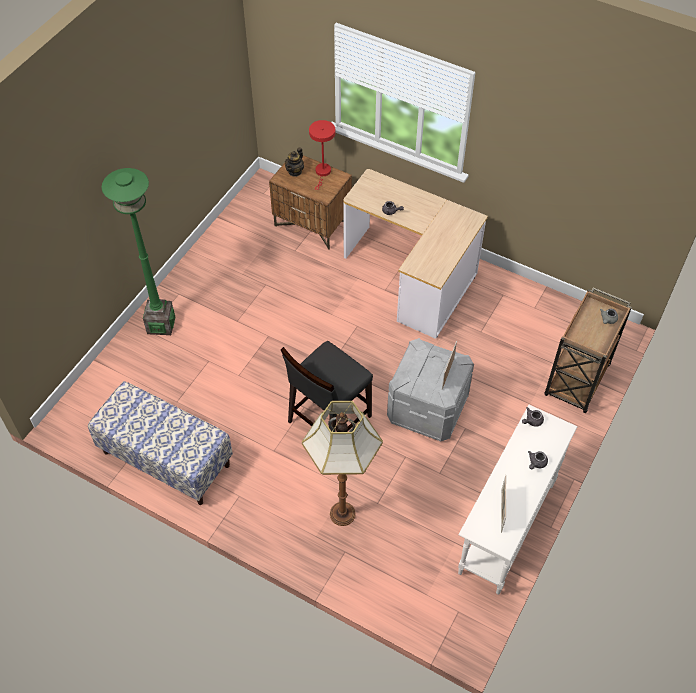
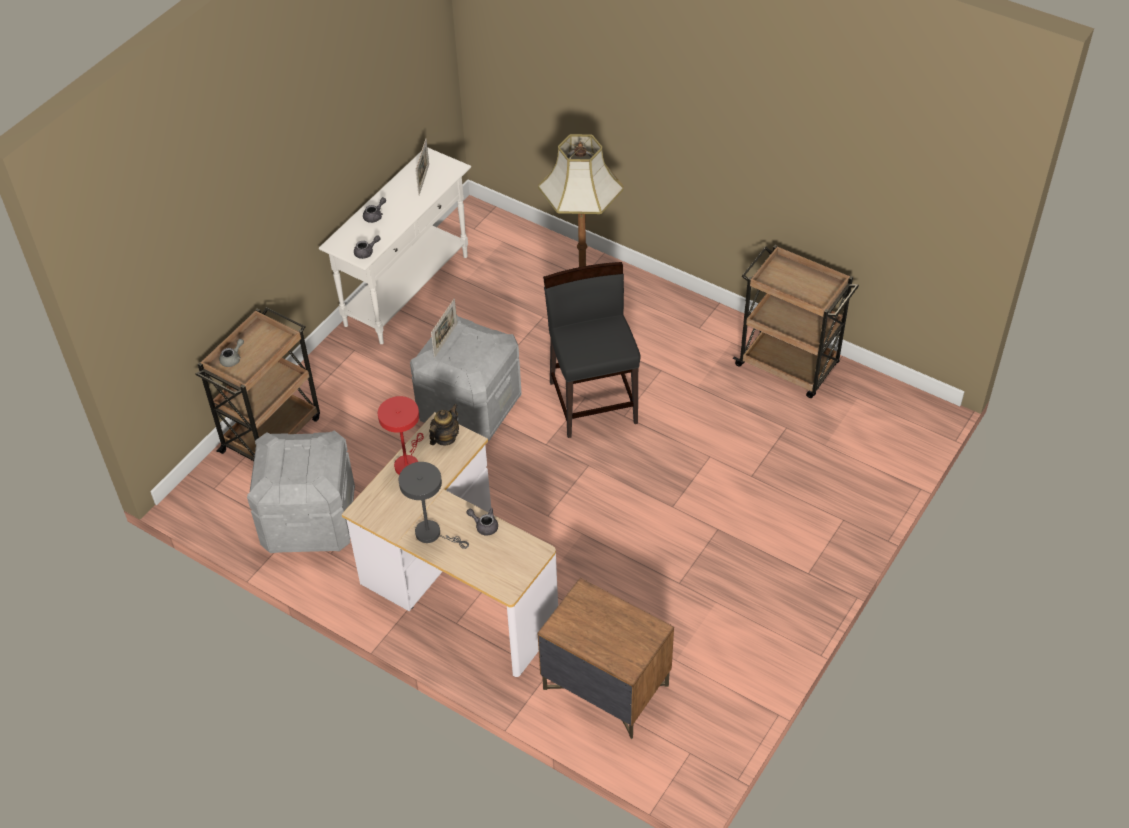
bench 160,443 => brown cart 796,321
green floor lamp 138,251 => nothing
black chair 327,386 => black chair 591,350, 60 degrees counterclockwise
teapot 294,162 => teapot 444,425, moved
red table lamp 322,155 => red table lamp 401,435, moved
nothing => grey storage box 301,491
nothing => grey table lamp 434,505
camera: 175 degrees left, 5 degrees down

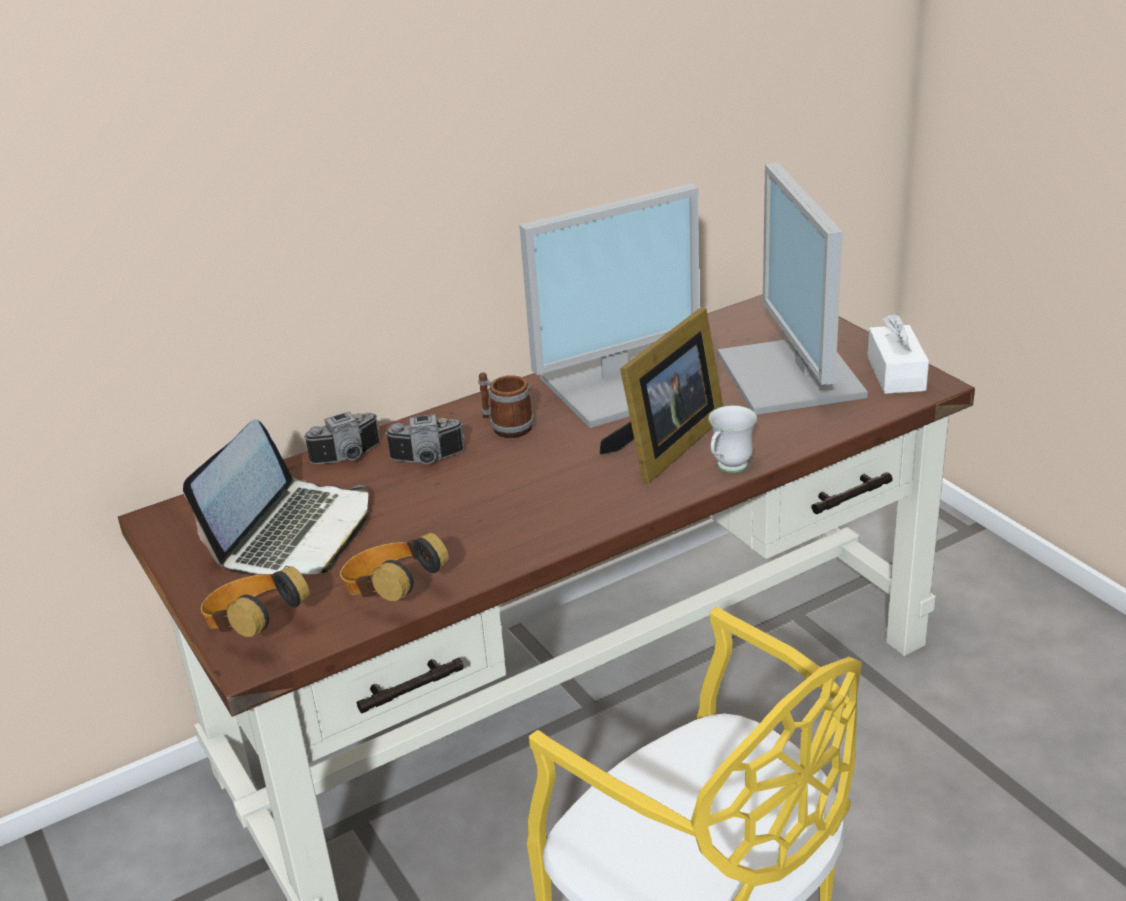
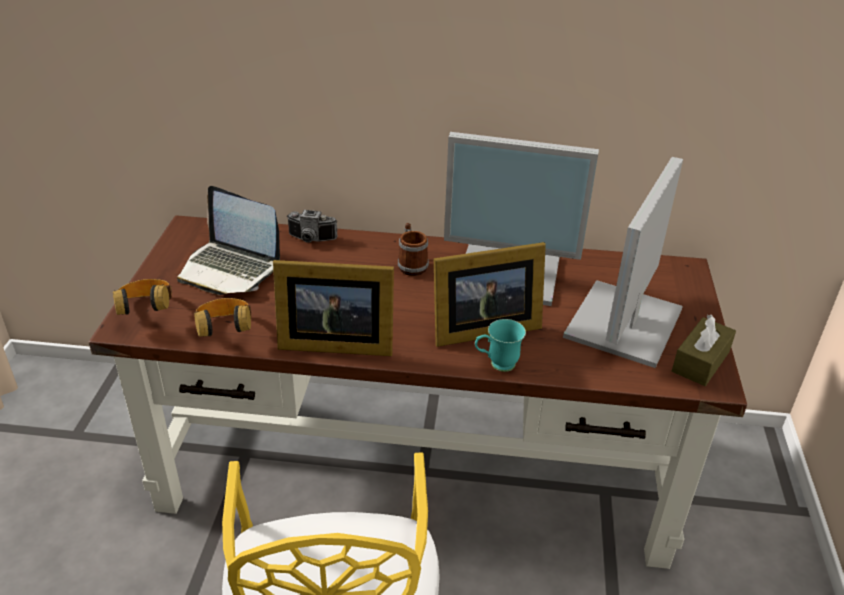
laptop 275,497 => laptop 228,240, 60 degrees clockwise
photo camera 425,439 => nothing
white mug 733,439 => turquoise mug 500,345
white tissue box 898,353 => brown tissue box 704,350
nothing => picture frame 333,308
camera: 35 degrees right, 5 degrees up

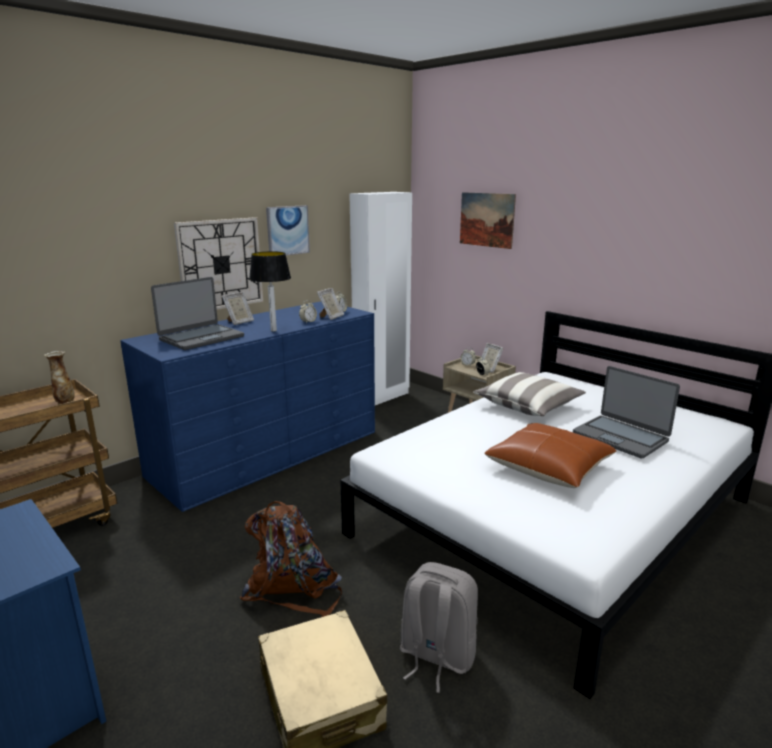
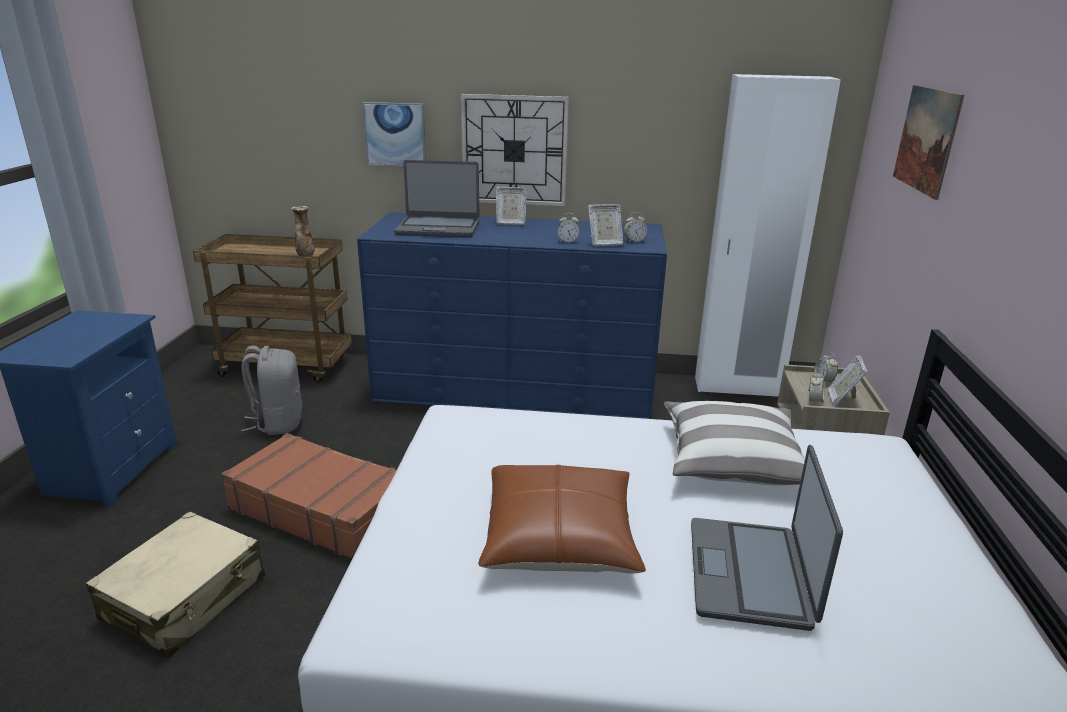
brown backpack 291,559 => brown suitcase 309,496
table lamp 270,291 => nothing
picture 288,230 => picture 394,134, moved
grey backpack 439,627 => grey backpack 271,390, moved
camera: 50 degrees right, 5 degrees up

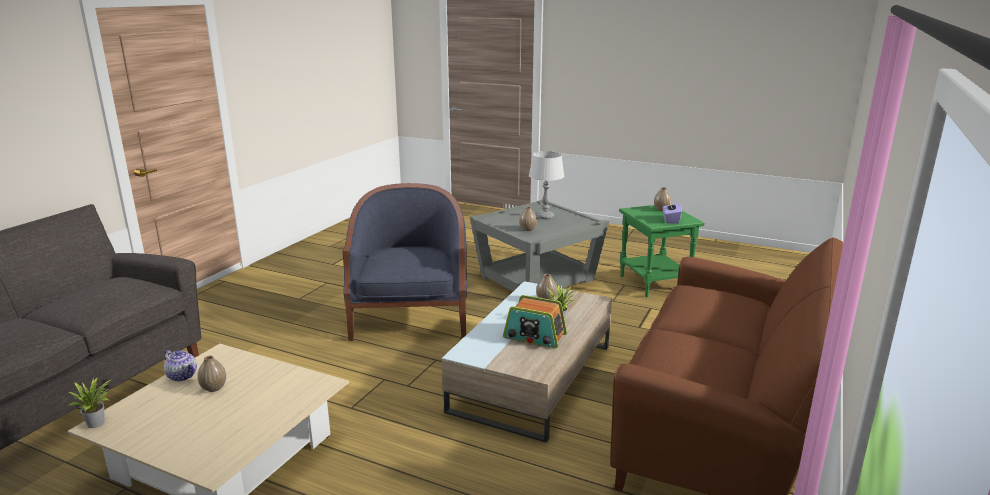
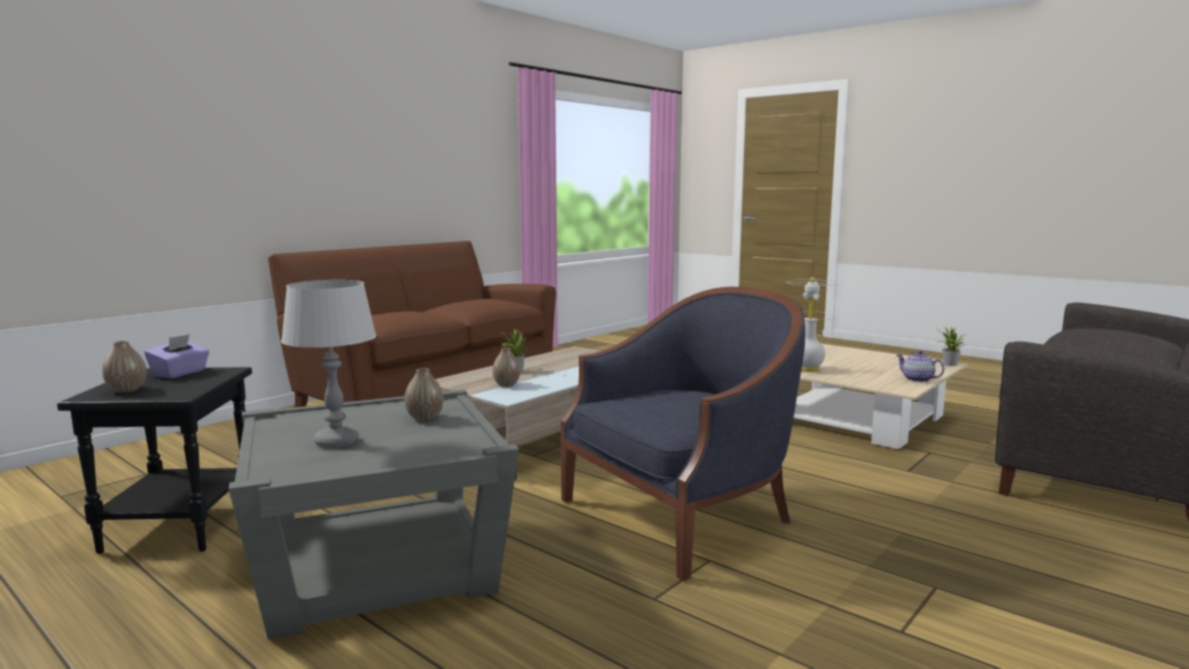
vase 211,374 => nothing
blue armchair 404,262 => blue armchair 683,434, 135 degrees counterclockwise
radio 535,321 => nothing
green side table 661,251 => black side table 154,460
nothing => white table lamp 813,324
camera: 165 degrees left, 10 degrees down

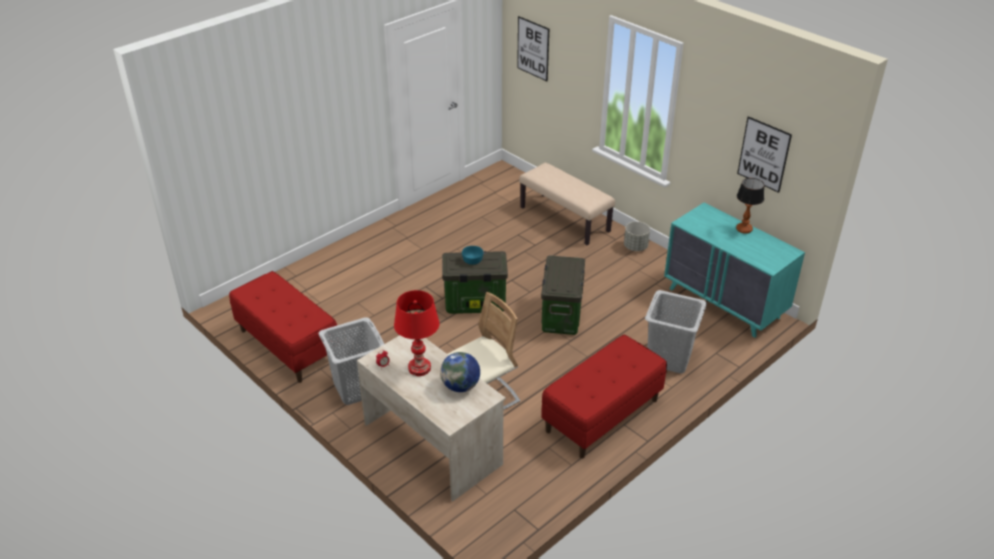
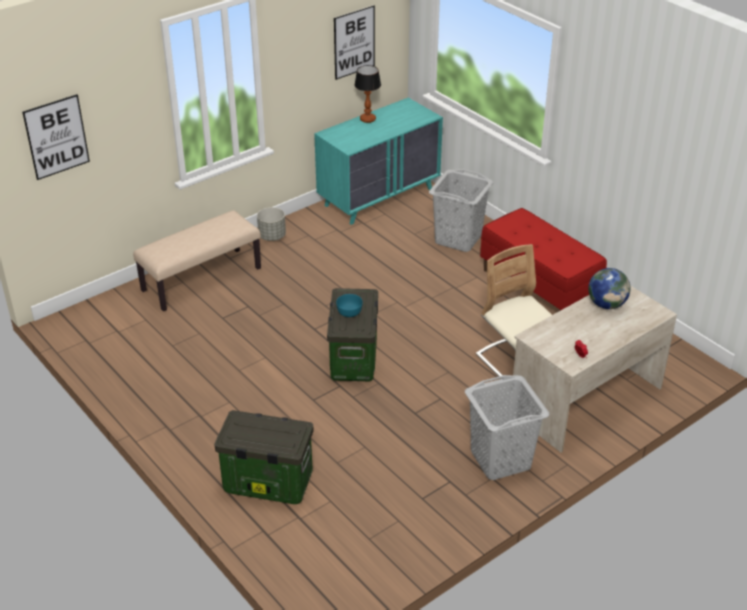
red bench 284,327 => nothing
red table lamp 417,333 => nothing
storage box 563,295 => storage box 264,457, moved
camera: 85 degrees left, 0 degrees up

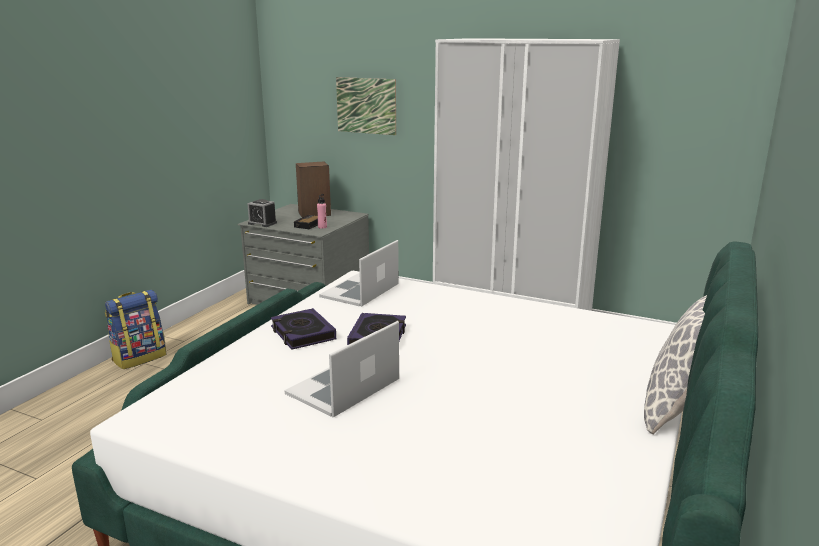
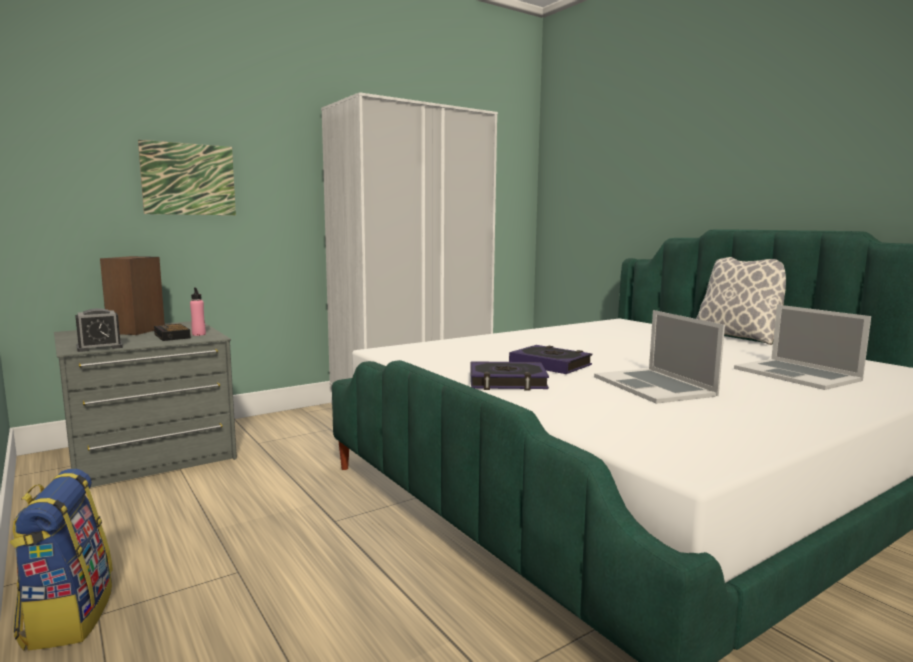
laptop 359,273 => laptop 802,347, moved
camera: 60 degrees left, 10 degrees down

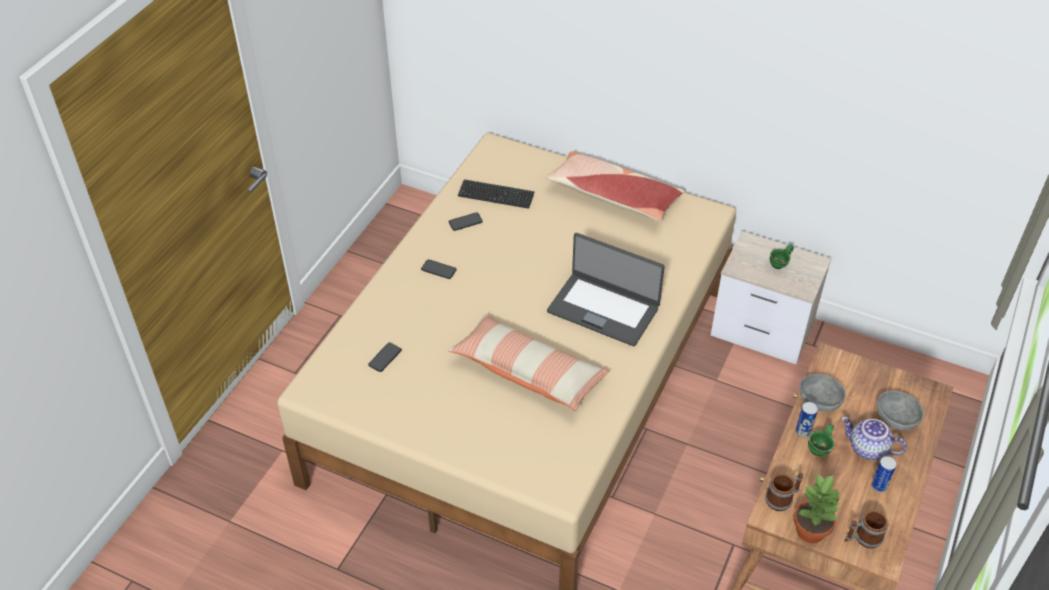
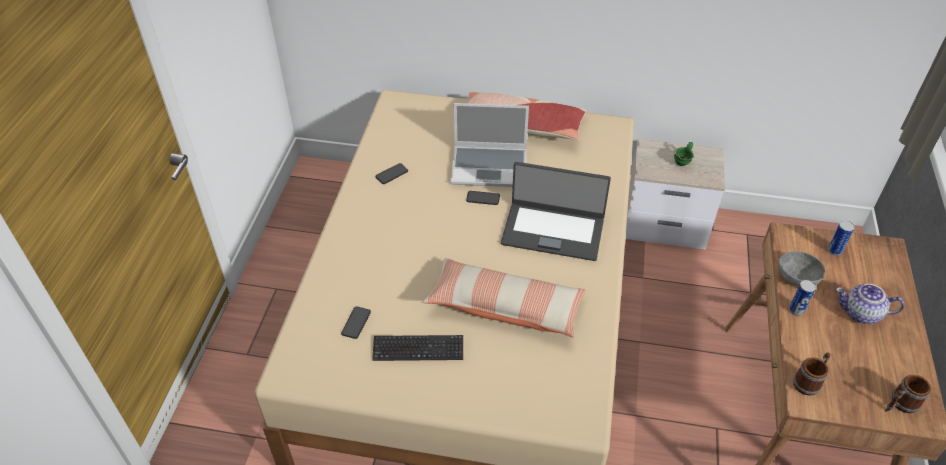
phone 439,269 => phone 483,198, moved
keyboard 496,194 => keyboard 417,348, moved
potted plant 817,508 => nothing
green mug 821,439 => nothing
can 884,474 => can 841,238, moved
grey bowl 900,411 => nothing
nothing => laptop 490,145
camera: 15 degrees left, 0 degrees up

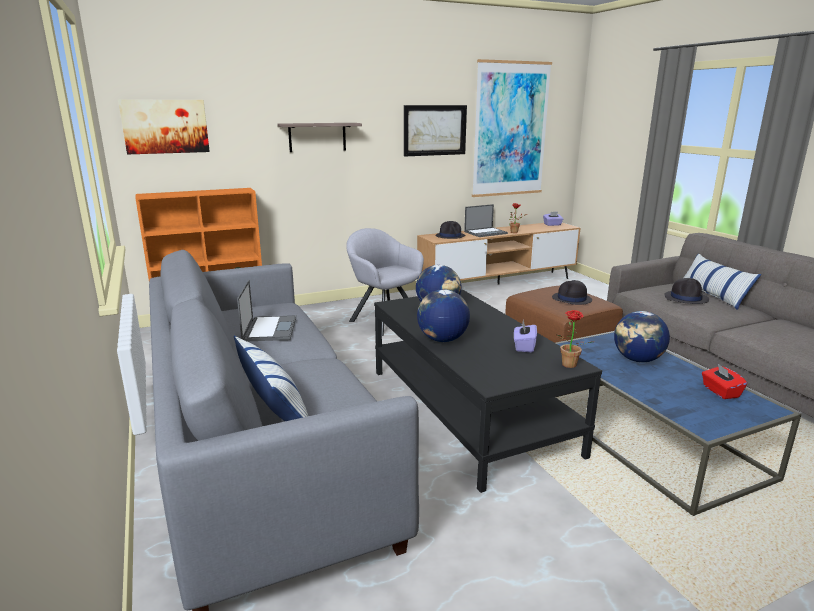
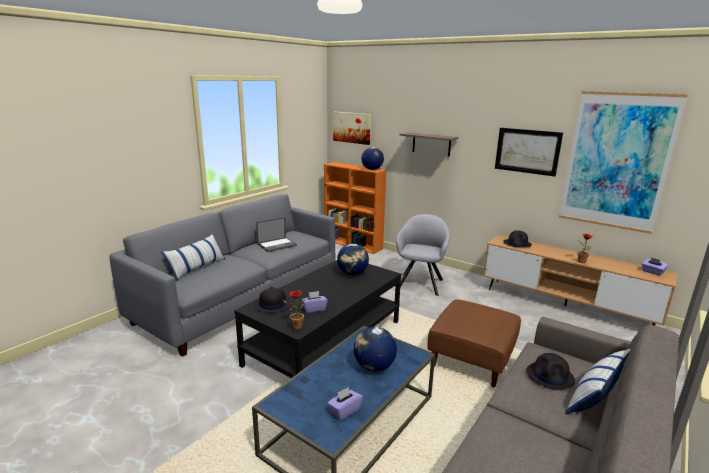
globe 443,315 => globe 372,158, moved
laptop 486,220 => nothing
black hat 572,292 => black hat 272,300, moved
red tissue box 724,381 => purple tissue box 345,404
camera: 60 degrees right, 0 degrees up

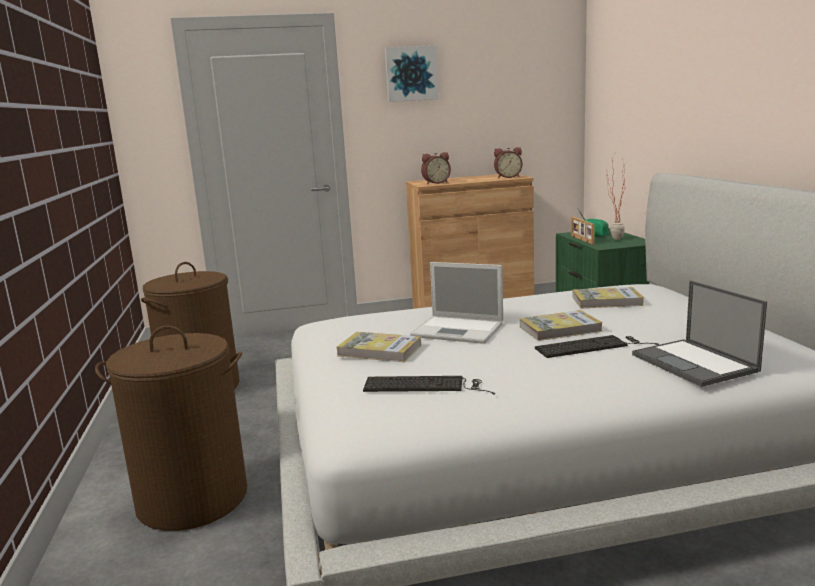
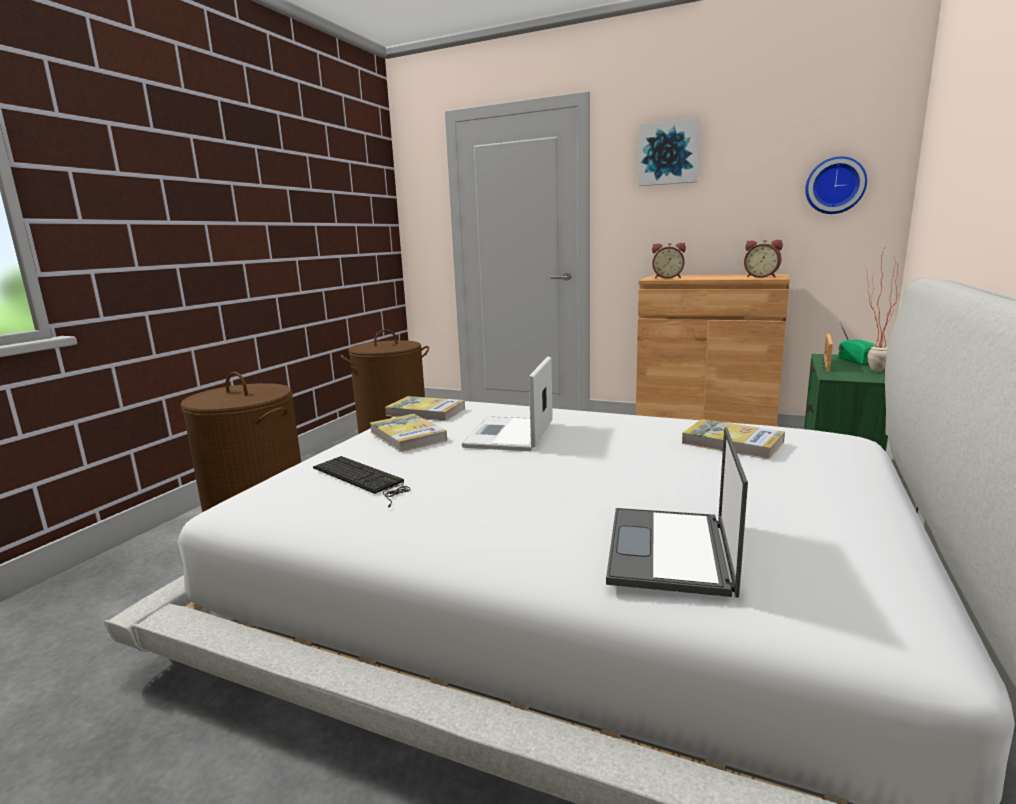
laptop 456,303 => laptop 507,404, 45 degrees clockwise
book 561,325 => book 425,408, moved
keyboard 597,346 => nothing
nothing => wall clock 836,185
camera: 35 degrees right, 0 degrees up

